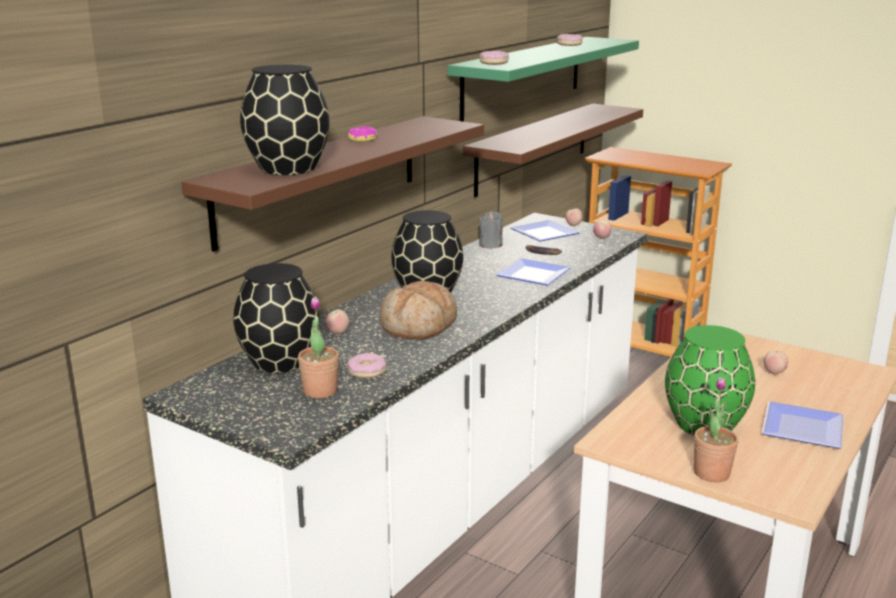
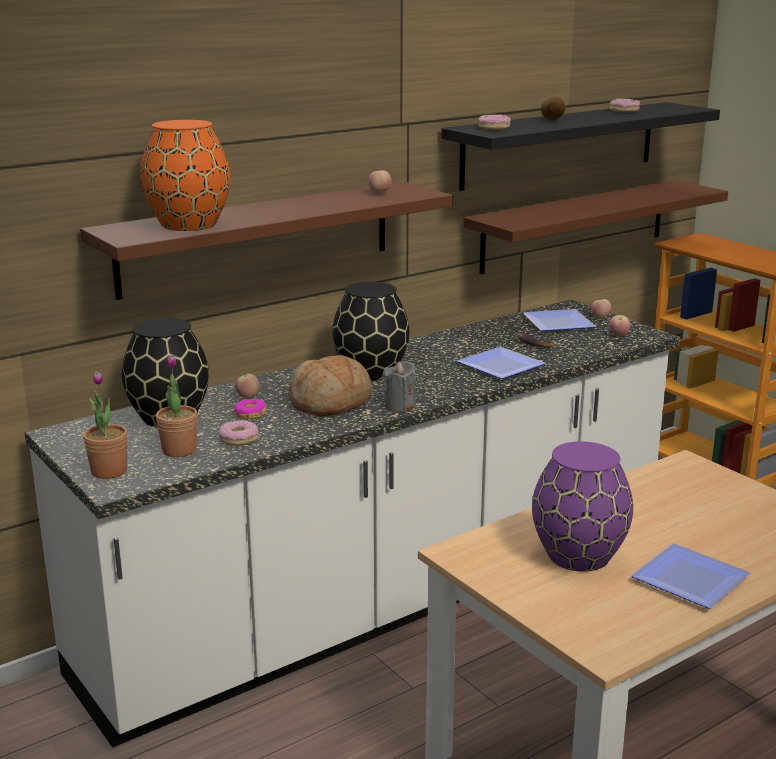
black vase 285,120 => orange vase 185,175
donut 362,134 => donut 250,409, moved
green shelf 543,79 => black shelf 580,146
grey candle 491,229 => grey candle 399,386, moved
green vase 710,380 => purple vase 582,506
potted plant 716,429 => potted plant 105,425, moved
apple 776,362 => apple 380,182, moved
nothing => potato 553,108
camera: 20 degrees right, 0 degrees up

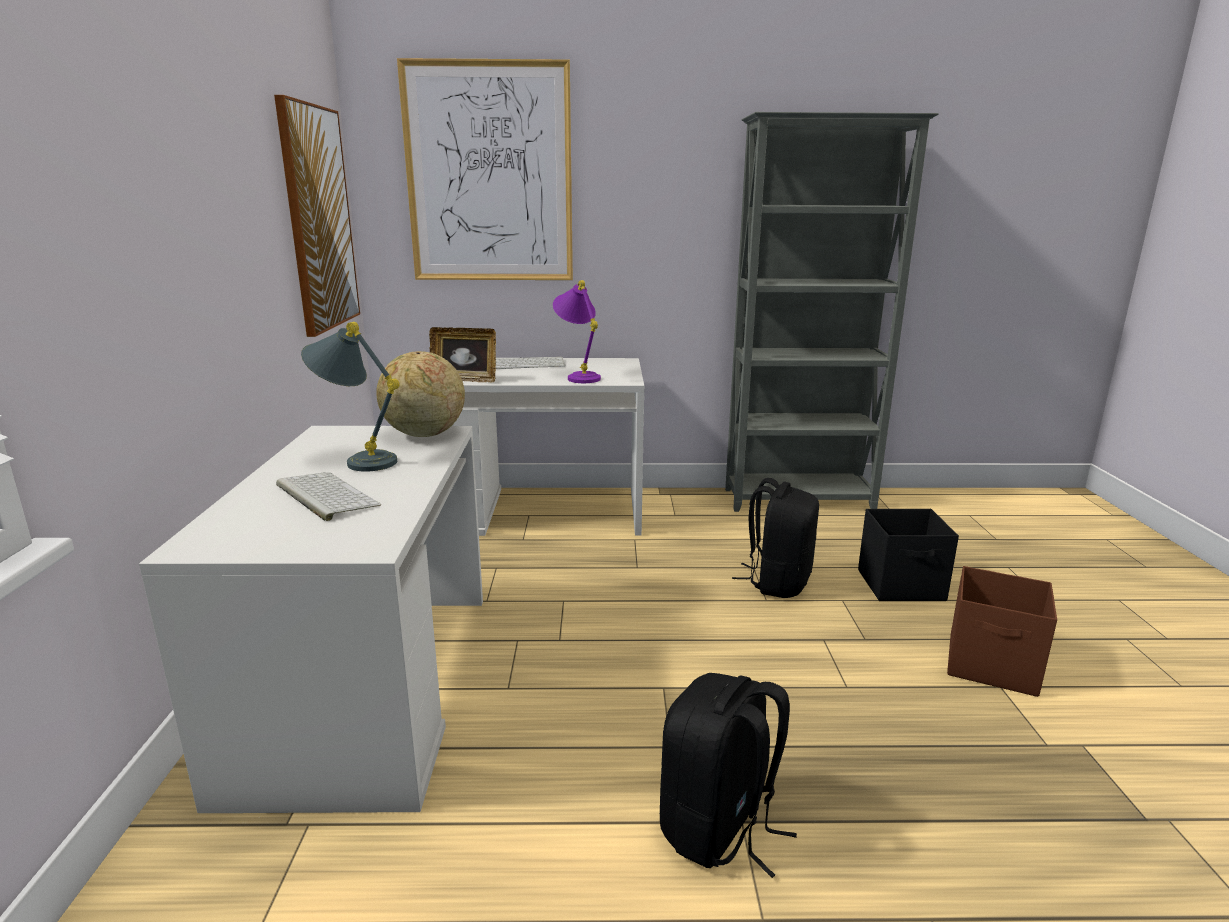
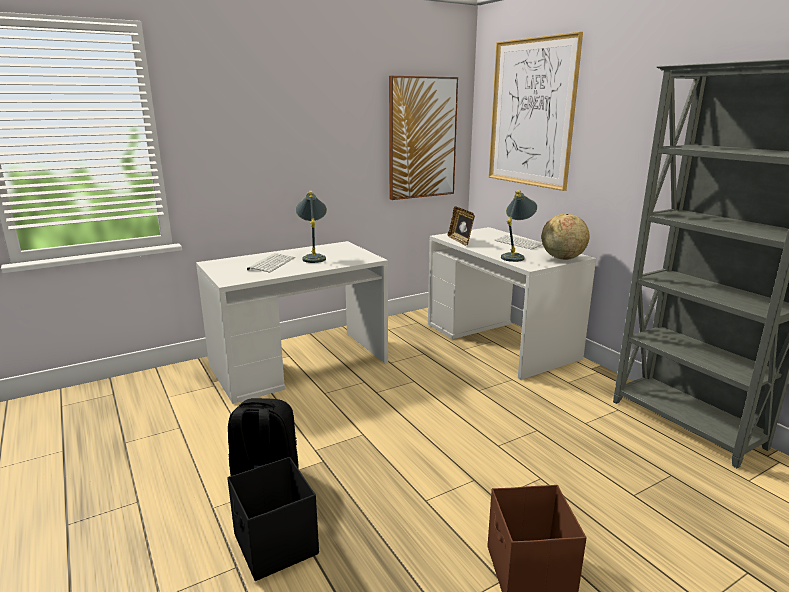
globe 420,394 => globe 565,236, moved
purple table lamp 577,331 => grey table lamp 519,226
black backpack 775,538 => nothing
black storage box 908,555 => black storage box 273,519, moved
camera: 60 degrees right, 0 degrees up

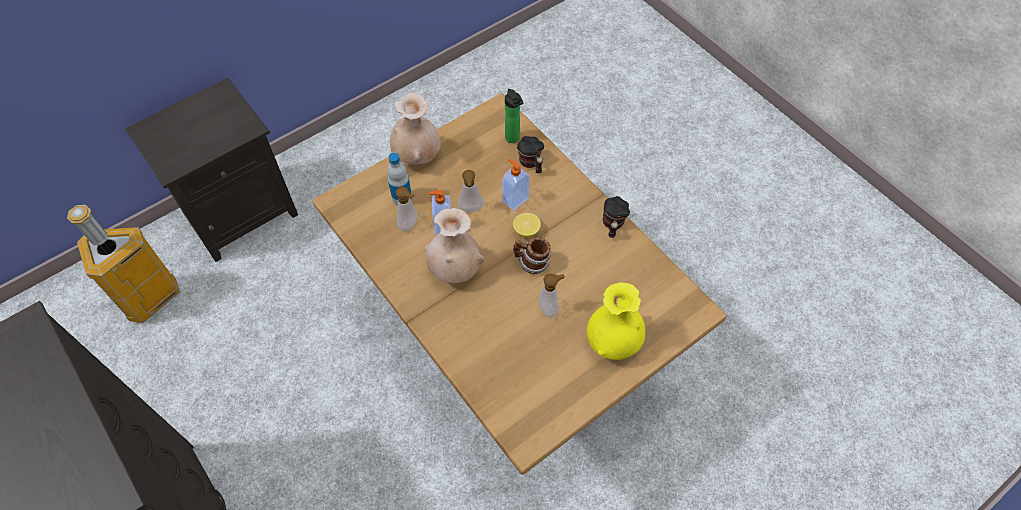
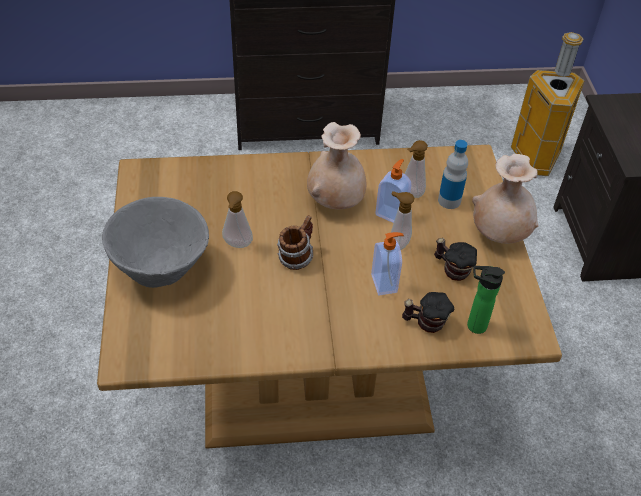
lemon 527,225 => nothing
yellow vase 616,321 => grey bowl 155,242
mug 616,217 => mug 455,259, moved
camera: 120 degrees right, 10 degrees down

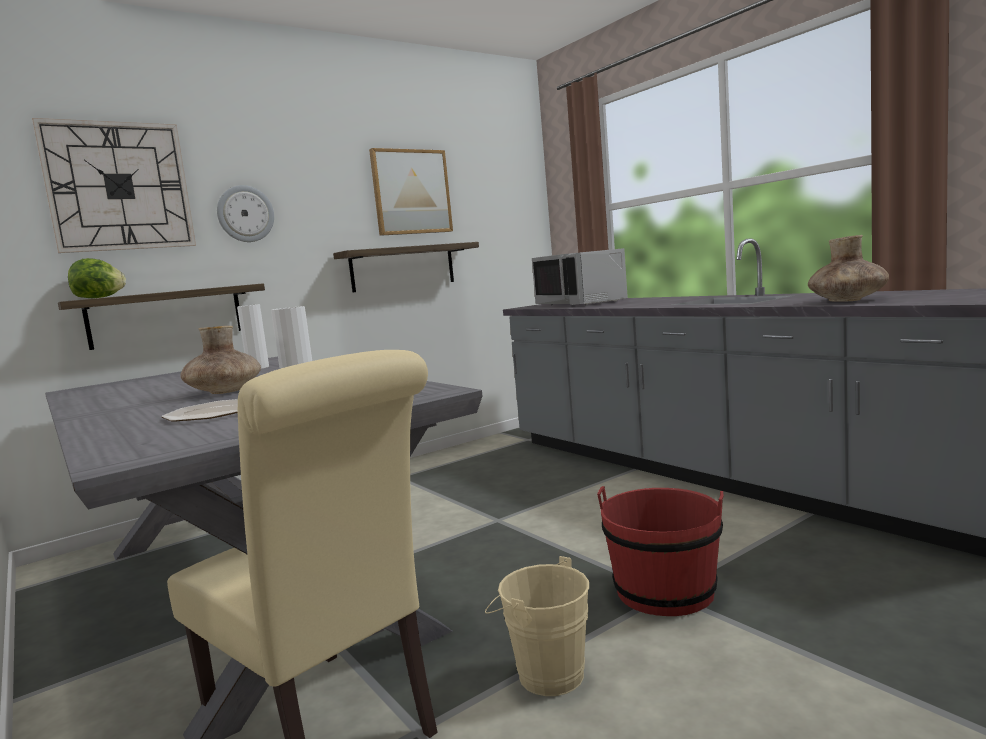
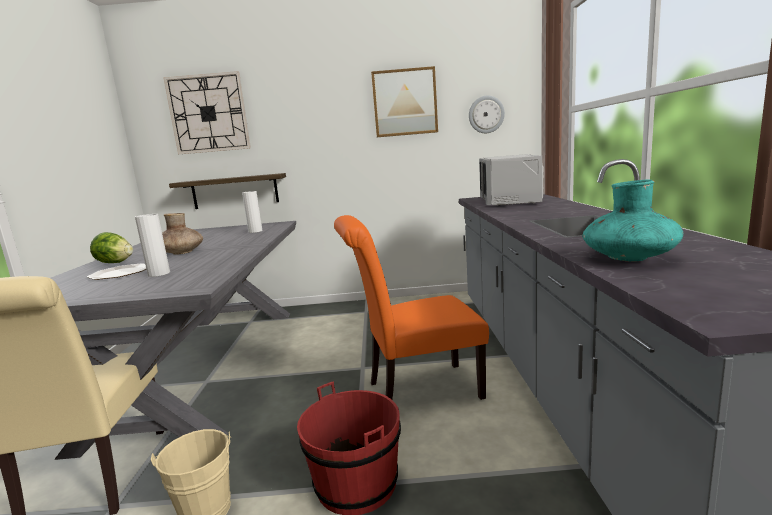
lettuce 97,278 => lettuce 111,247, moved
wall clock 245,213 => wall clock 487,114, moved
shelf 406,267 => nothing
brown vase 848,268 => turquoise vase 633,221
nothing => orange chair 411,307
camera: 35 degrees right, 5 degrees up

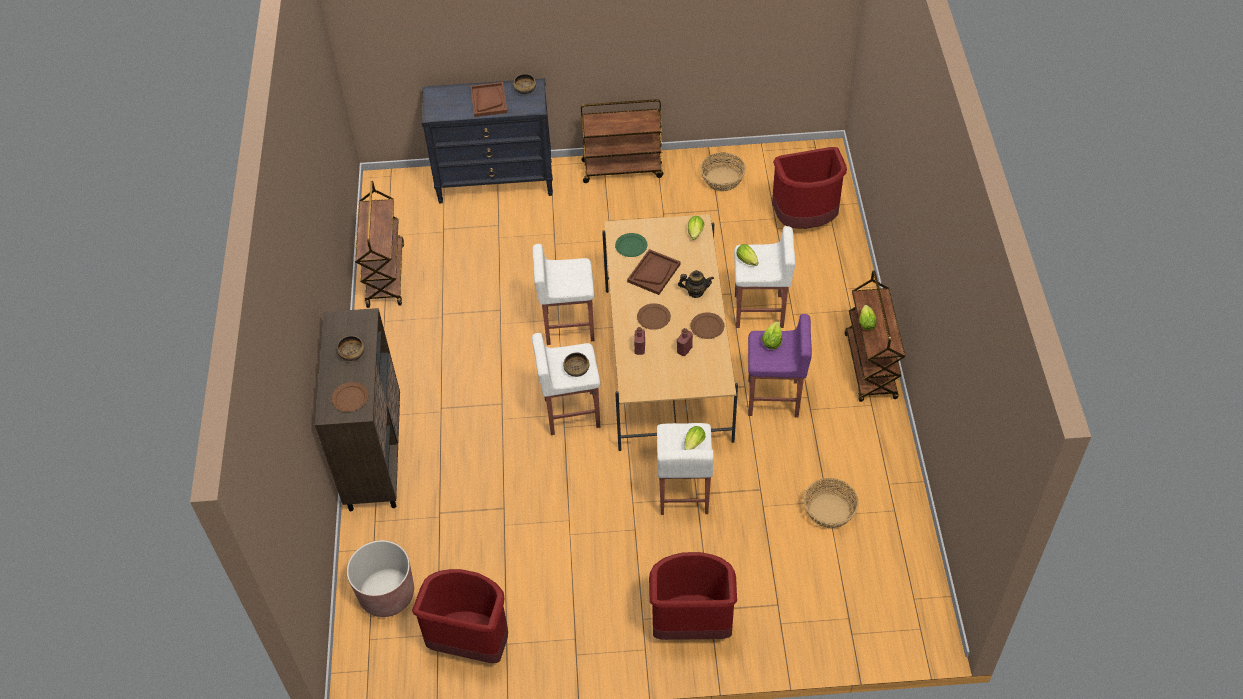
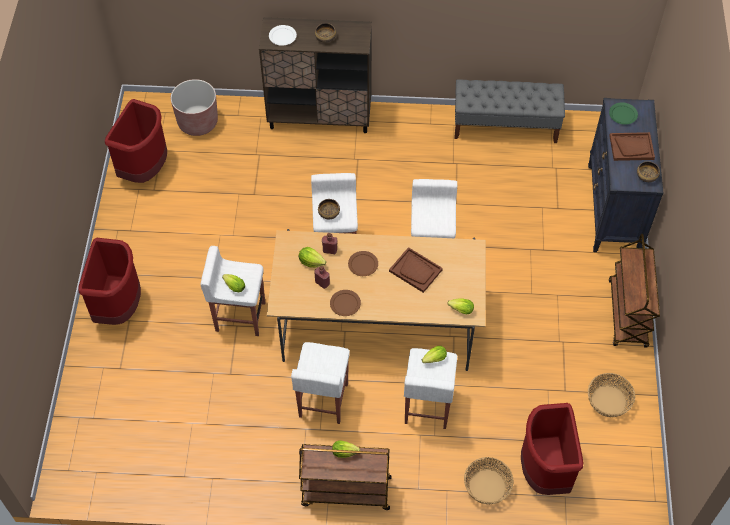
brown plate 350,397 => white plate 283,35
brown cart 379,244 => grey bench 509,111
green plate 631,245 => green plate 623,113, moved
teapot 696,284 => nothing
purple stool 780,365 => white stool 320,383
lettuce 772,335 => lettuce 312,257, moved
basket 831,503 => basket 488,481, moved
camera: 95 degrees right, 5 degrees up

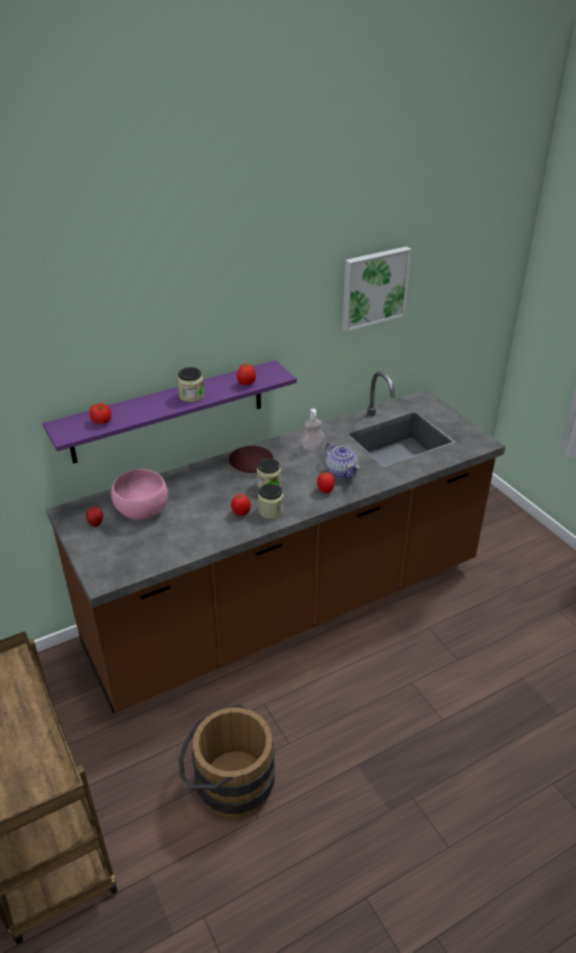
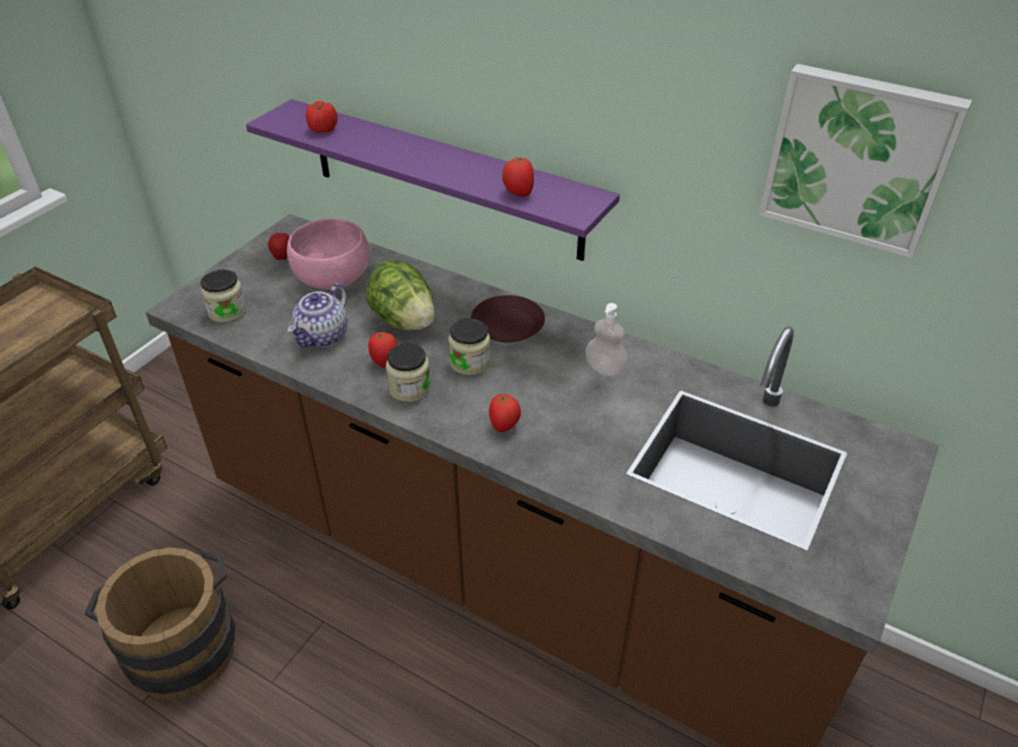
jar 190,384 => jar 224,296, moved
teapot 342,460 => teapot 317,315, moved
nothing => lettuce 400,295
camera: 60 degrees right, 5 degrees up

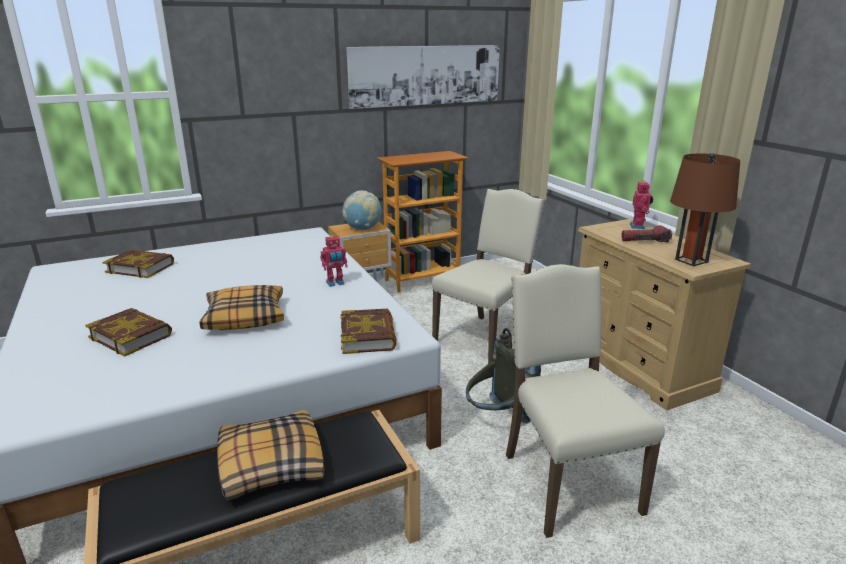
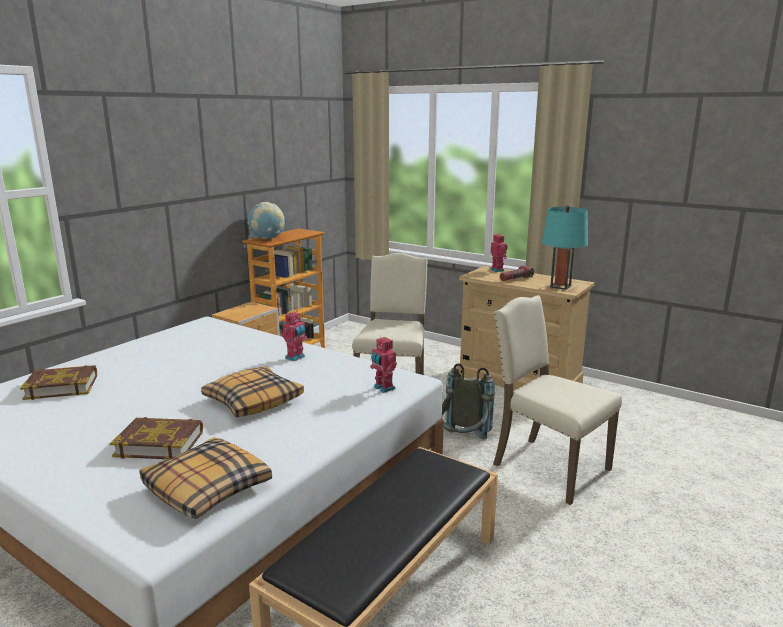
pillow 271,455 => pillow 205,478, moved
book 369,331 => toy robot 383,364
globe 361,210 => globe 266,220, moved
picture 423,77 => nothing
brown table lamp 705,209 => turquoise table lamp 565,247
camera: 30 degrees left, 5 degrees down

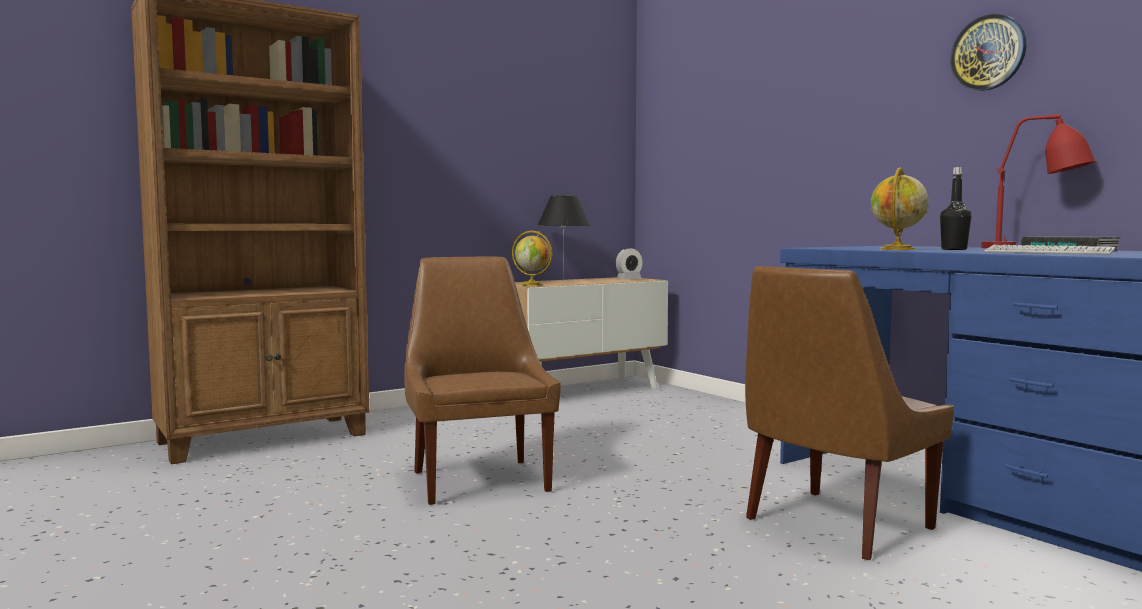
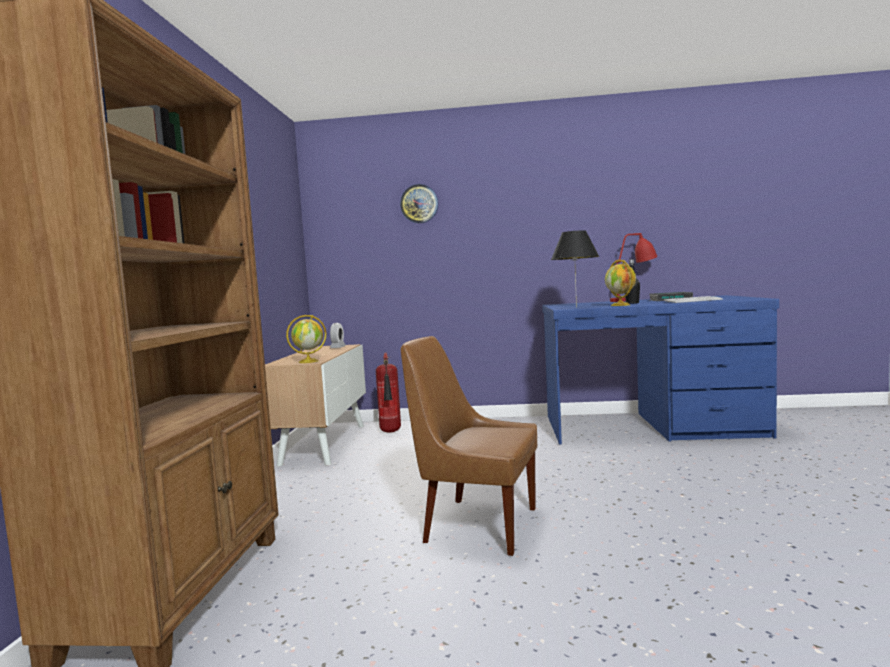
black table lamp 563,238 => black table lamp 575,269, moved
brown chair 849,413 => nothing
wall clock 988,52 => wall clock 419,203, moved
nothing => fire extinguisher 388,392
camera: 50 degrees left, 0 degrees up

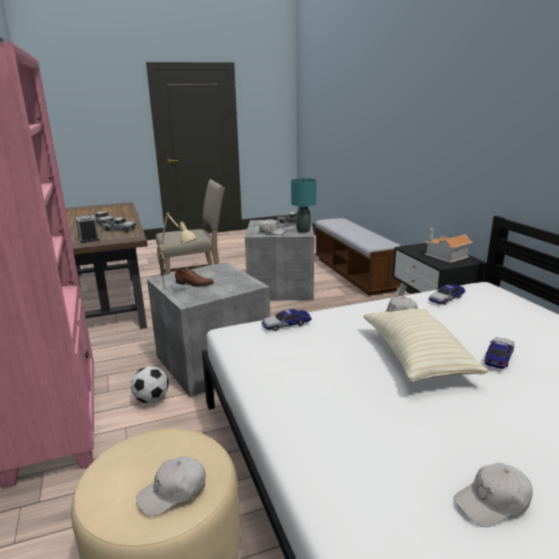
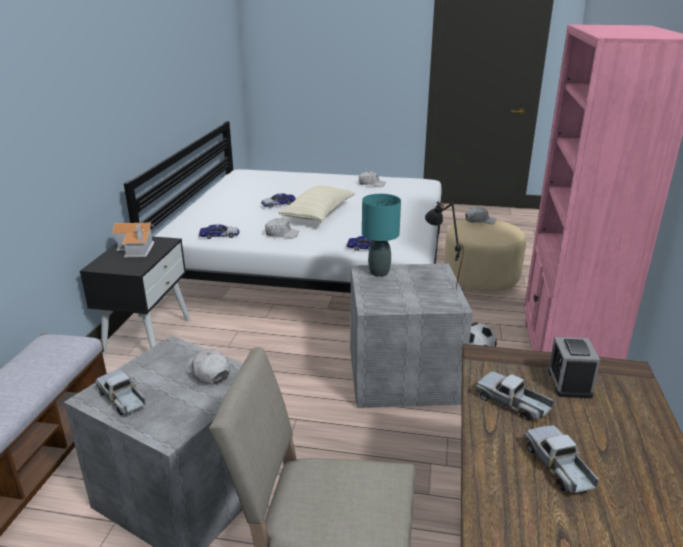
beige table lamp 177,250 => black table lamp 444,244
brown shoe 194,278 => nothing
turquoise table lamp 303,205 => turquoise table lamp 381,235, moved
camera: 150 degrees left, 5 degrees up

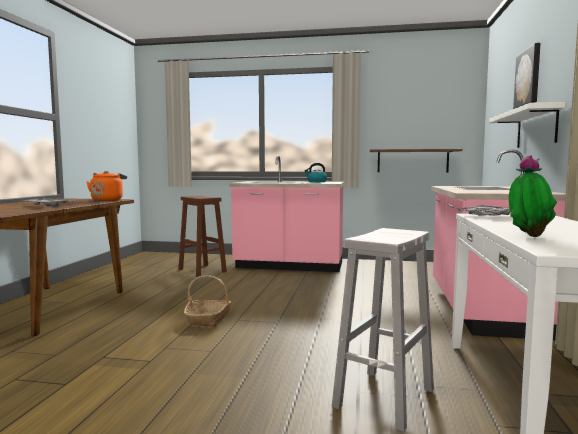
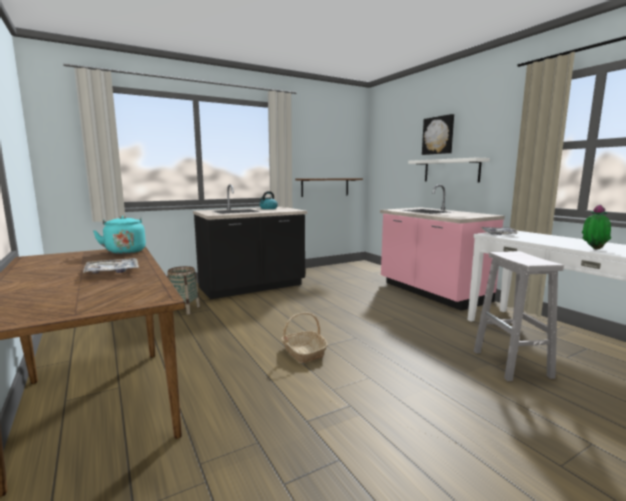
orange kettle 106,186 => turquoise kettle 119,235
brown stool 203,236 => basket 183,290
pink counter 286,213 => black counter 250,241
camera: 40 degrees left, 5 degrees up

